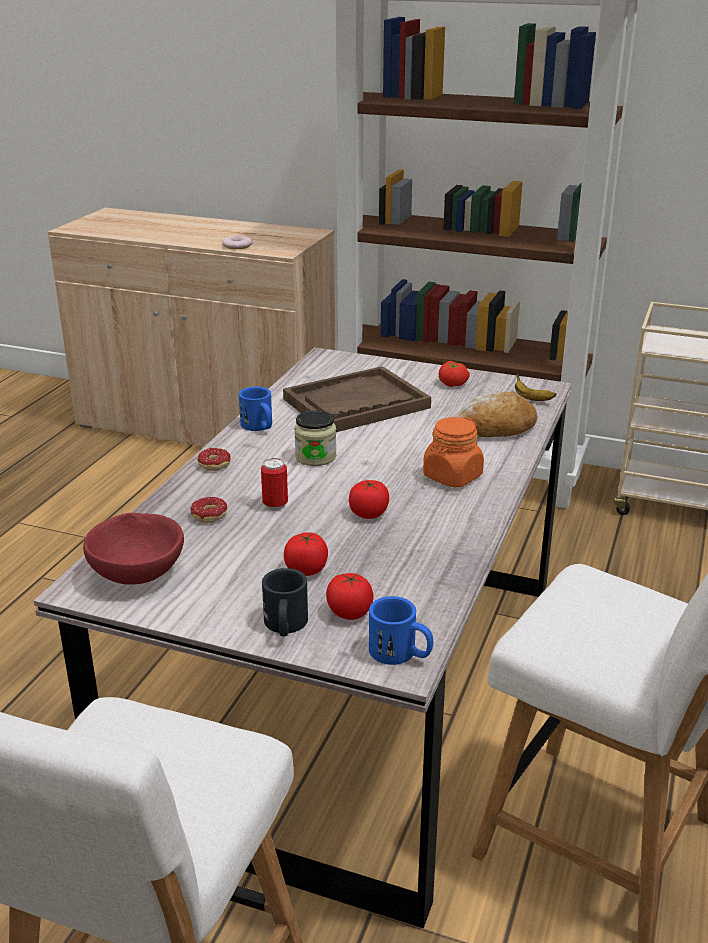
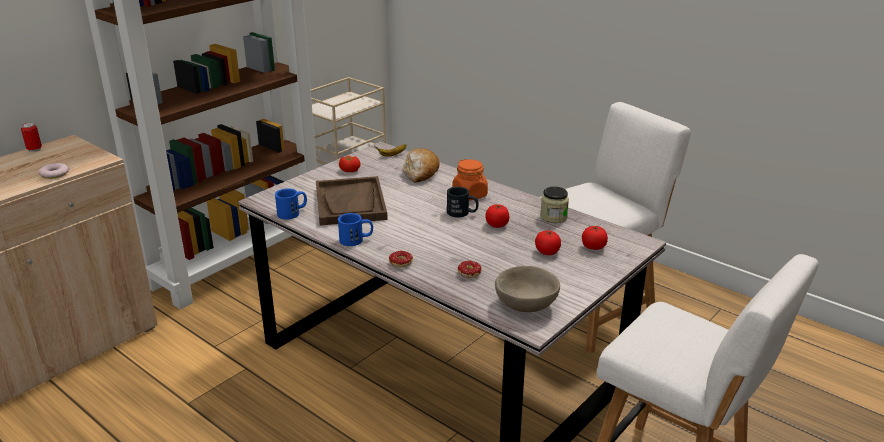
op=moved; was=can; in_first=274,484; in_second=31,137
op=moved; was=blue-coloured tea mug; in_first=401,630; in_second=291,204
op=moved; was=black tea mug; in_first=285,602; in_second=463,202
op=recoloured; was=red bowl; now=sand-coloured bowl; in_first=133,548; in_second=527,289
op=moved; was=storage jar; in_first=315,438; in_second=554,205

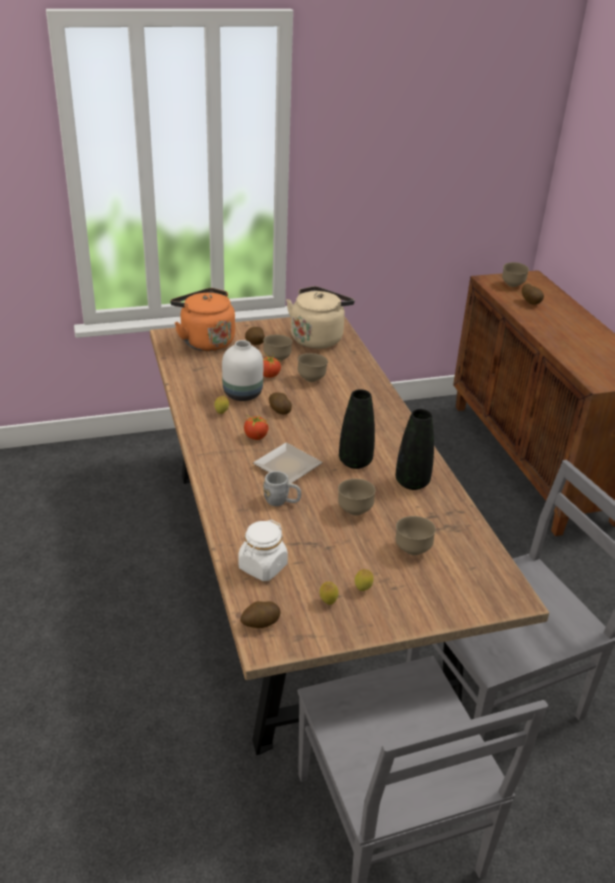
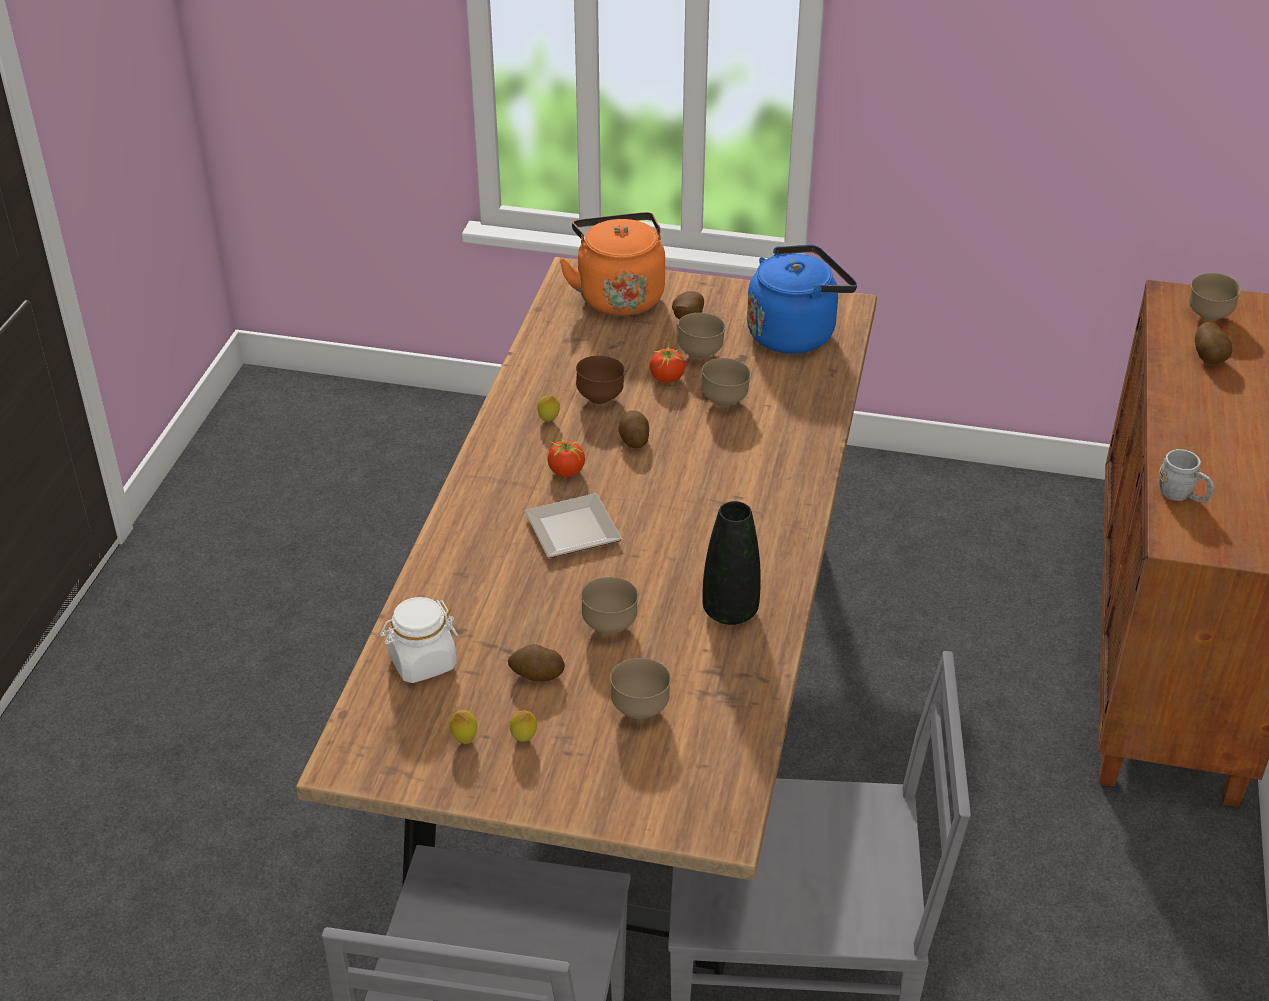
op=moved; was=spud; in_first=260,614; in_second=536,662
op=replaced; was=whitish vase; now=brown-coloured bowl; in_first=242,370; in_second=600,379
op=recoloured; was=sand-coloured water kettle; now=blue-coloured water kettle; in_first=320,317; in_second=802,299
op=moved; was=greyish tea mug; in_first=282,488; in_second=1186,476
op=removed; was=black vase; in_first=357,429

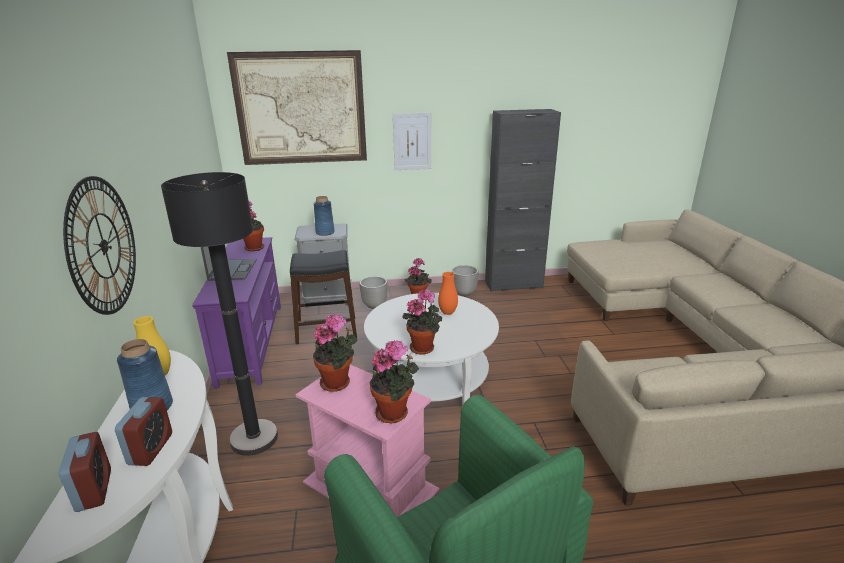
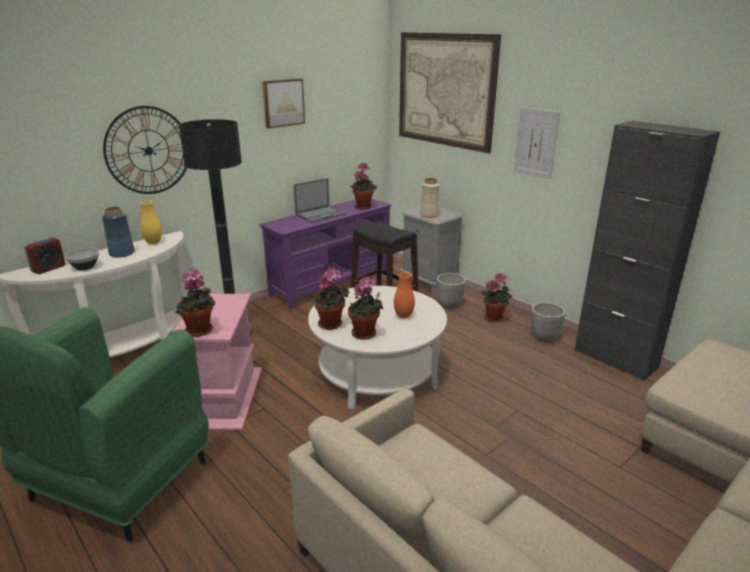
op=replaced; was=bedside clock; now=bowl; in_first=143,431; in_second=82,259
op=added; now=picture; in_second=283,103
op=moved; was=plant in a pot; in_first=335,353; in_second=365,308
op=recoloured; was=blue-coloured vase; now=sand-coloured vase; in_first=324,216; in_second=429,198

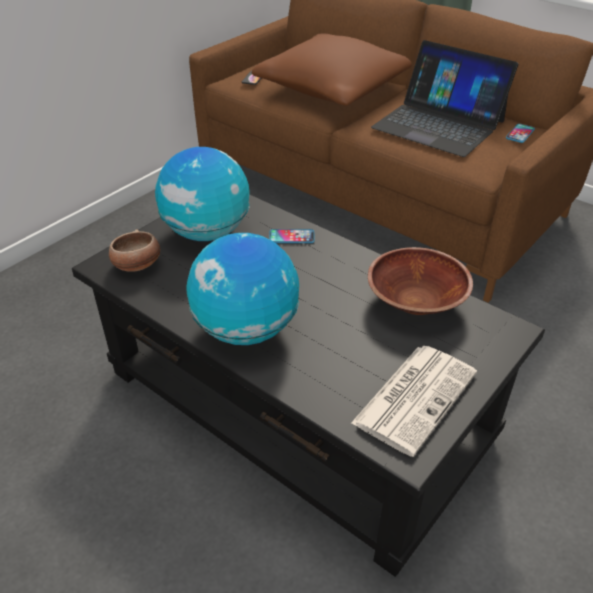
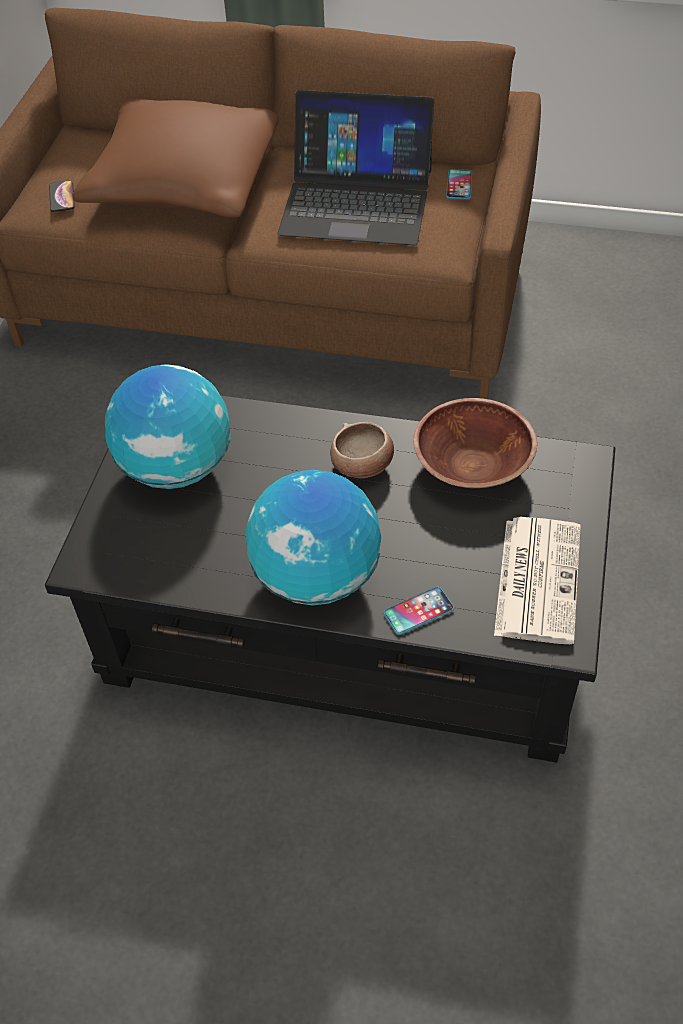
op=moved; was=bowl; in_first=134,251; in_second=362,450
op=moved; was=phone; in_first=292,236; in_second=418,611

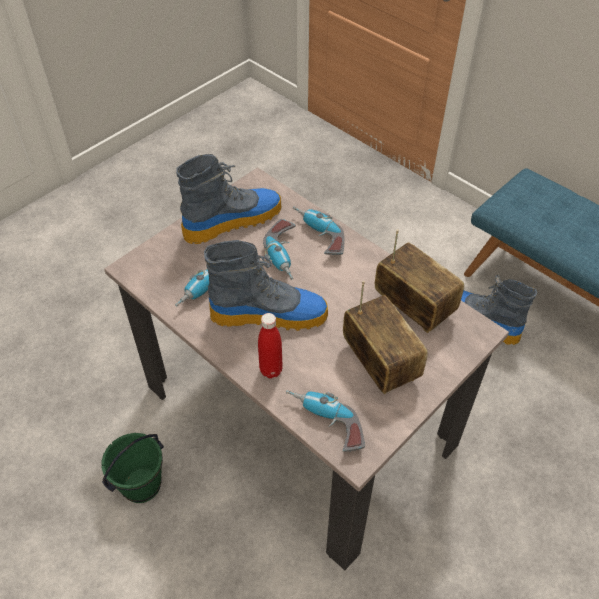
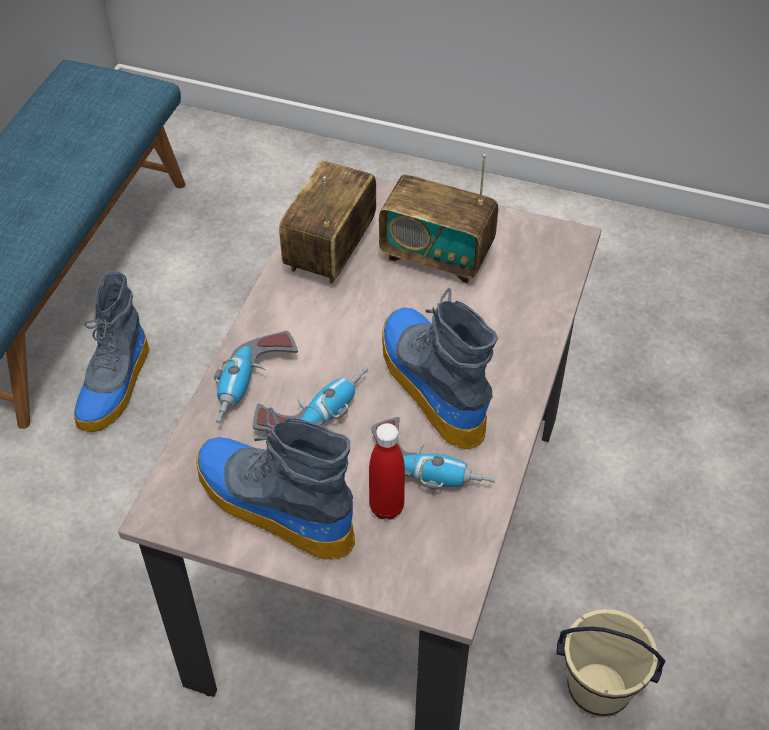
op=moved; was=red bottle; in_first=270,345; in_second=387,471
op=turned; was=radio receiver; in_first=385,337; in_second=438,218; clockwise=-105
op=recoloured; was=greenish pail; now=sand-coloured pail; in_first=133,468; in_second=610,663
op=removed; was=drill; in_first=325,421

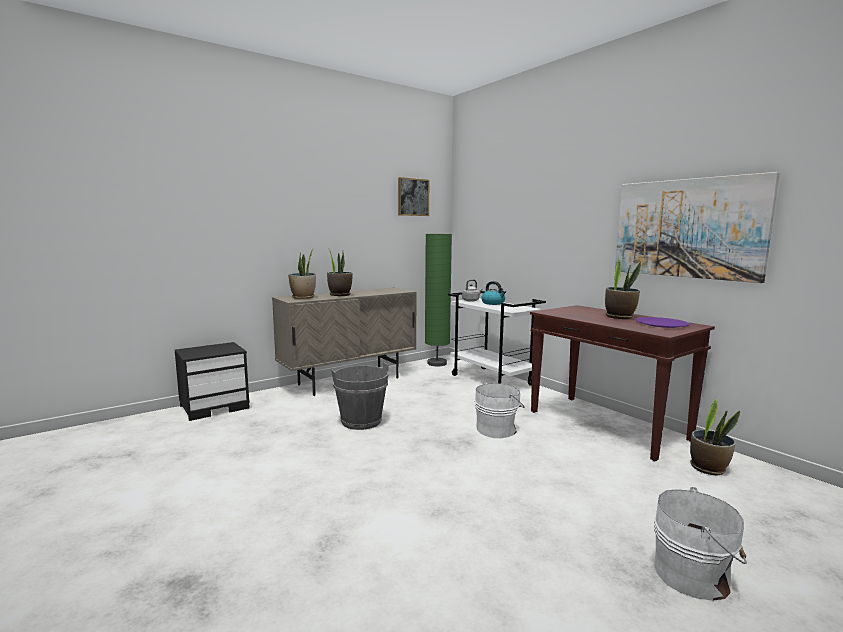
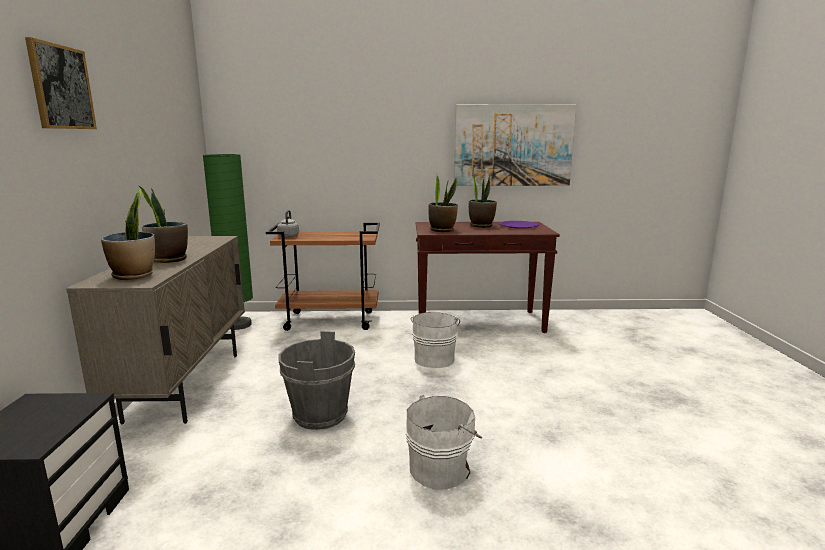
op=moved; was=picture; in_first=413,196; in_second=61,83
op=recoloured; was=whitish trolley; now=brown-coloured trolley; in_first=497,338; in_second=323,277
op=moved; was=whitish pail; in_first=700,544; in_second=443,442
op=moved; was=plant in a pot; in_first=715,436; in_second=443,203
op=removed; was=water kettle; in_first=493,293

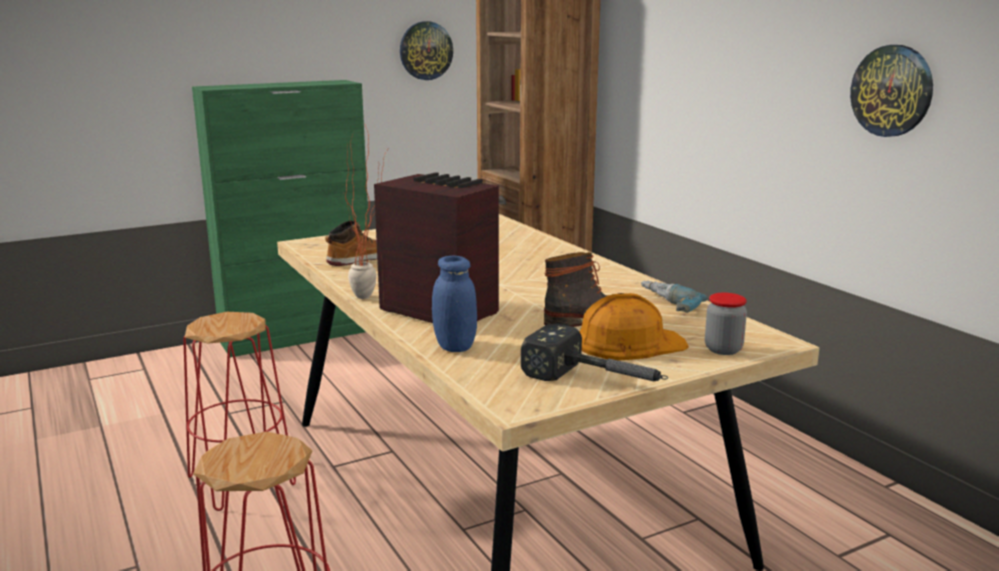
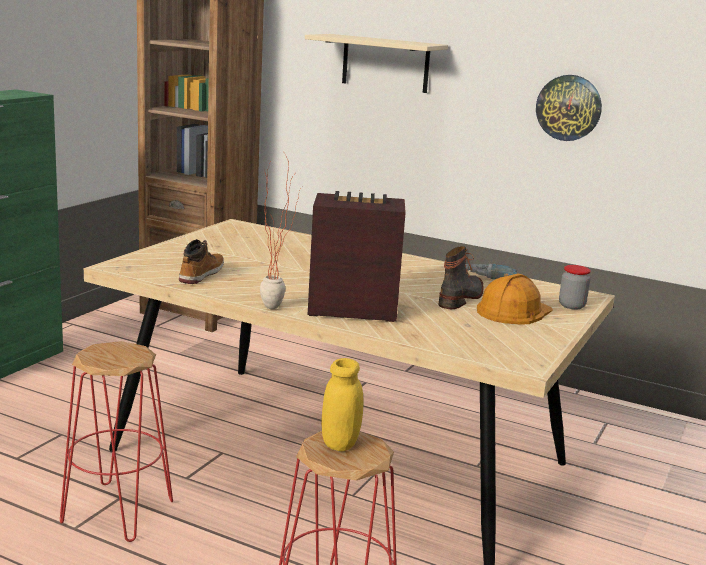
op=added; now=sand-coloured bracket shelf; in_second=376,63
op=added; now=yellow storage jar; in_second=342,404
op=removed; was=clock on the wall; in_first=426,50
op=removed; was=blue-coloured storage jar; in_first=454,304
op=removed; was=hand hammer; in_first=594,352

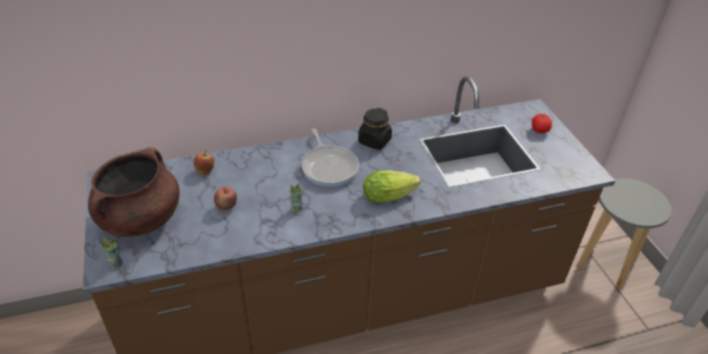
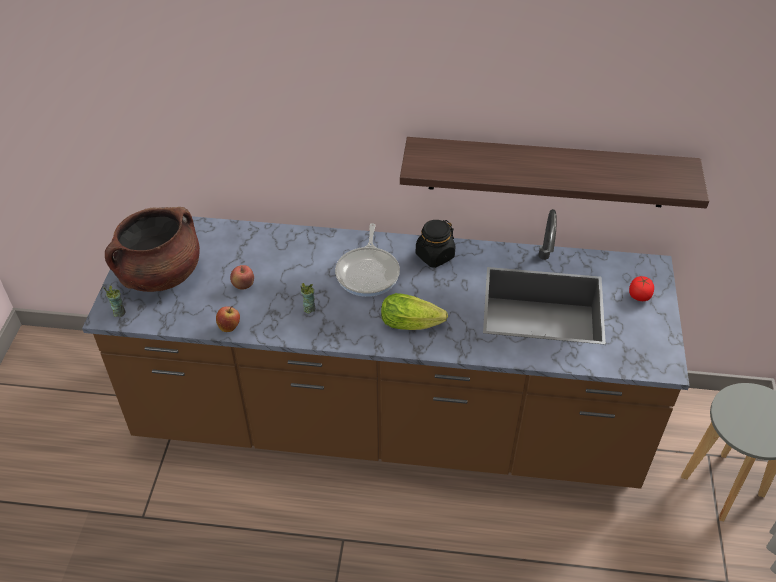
op=moved; was=apple fruit; in_first=204,162; in_second=228,319
op=added; now=bracket shelf; in_second=554,172

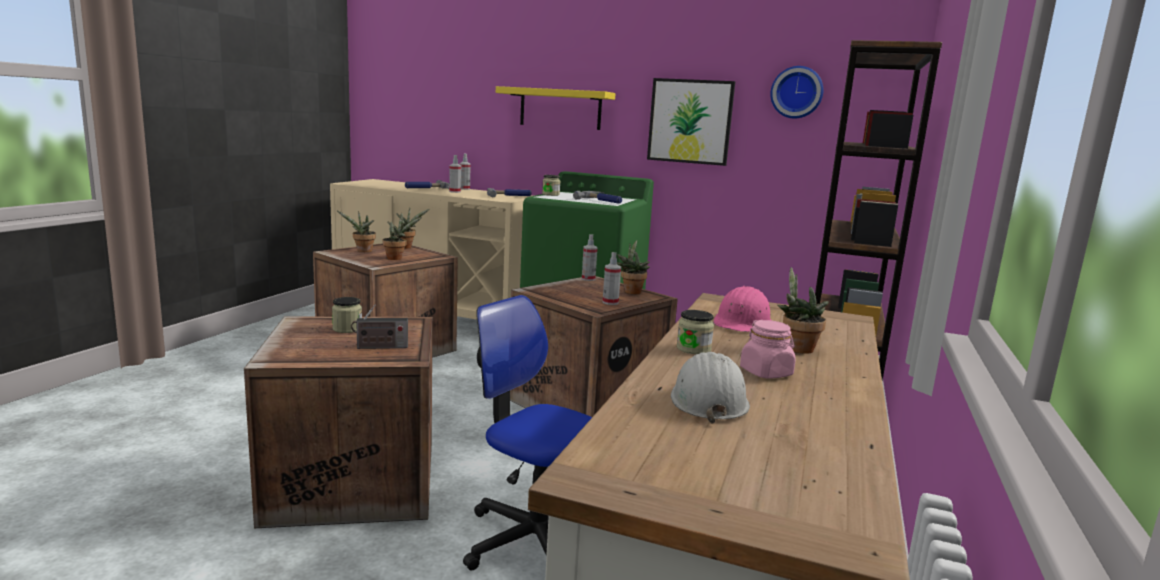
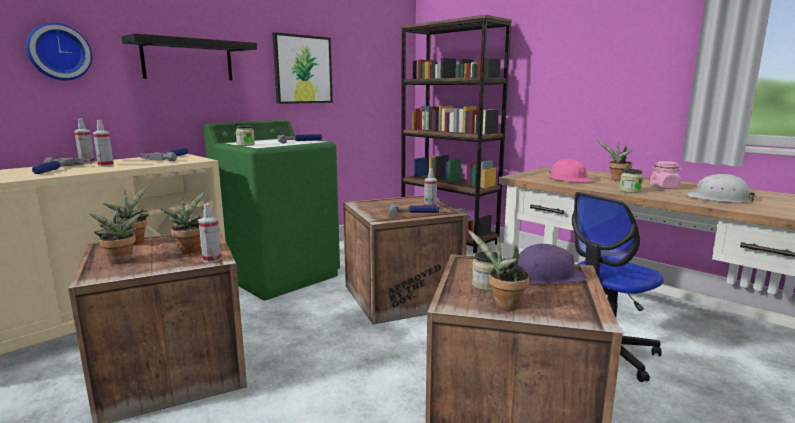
op=moved; was=clock on the wall; in_first=796,92; in_second=59,51
op=recoloured; was=yellow bracket shelf; now=black bracket shelf; in_first=556,108; in_second=189,56
op=moved; was=hand sprayer; in_first=589,257; in_second=210,233
op=added; now=hand hammer; in_second=413,209
op=moved; was=plant in a pot; in_first=633,267; in_second=498,269
op=replaced; was=radio receiver; now=purplish work helmet; in_first=379,326; in_second=551,264

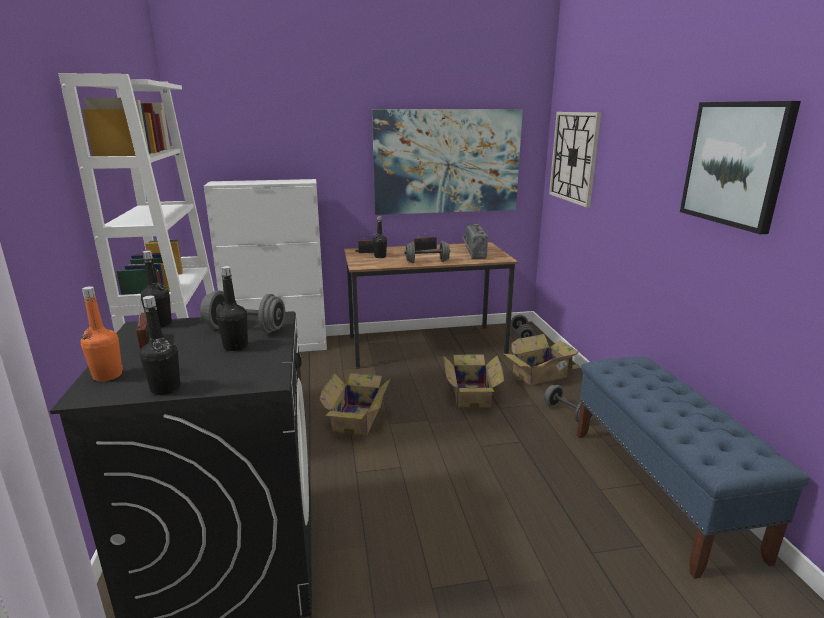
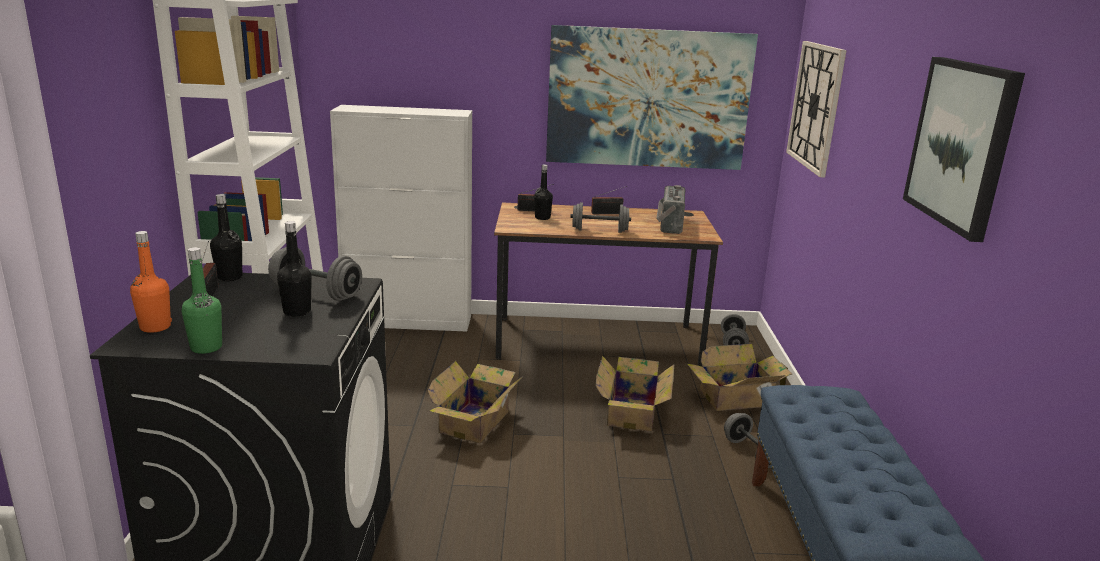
op=recoloured; was=black bottle; now=greenish bottle; in_first=160,345; in_second=201,300

